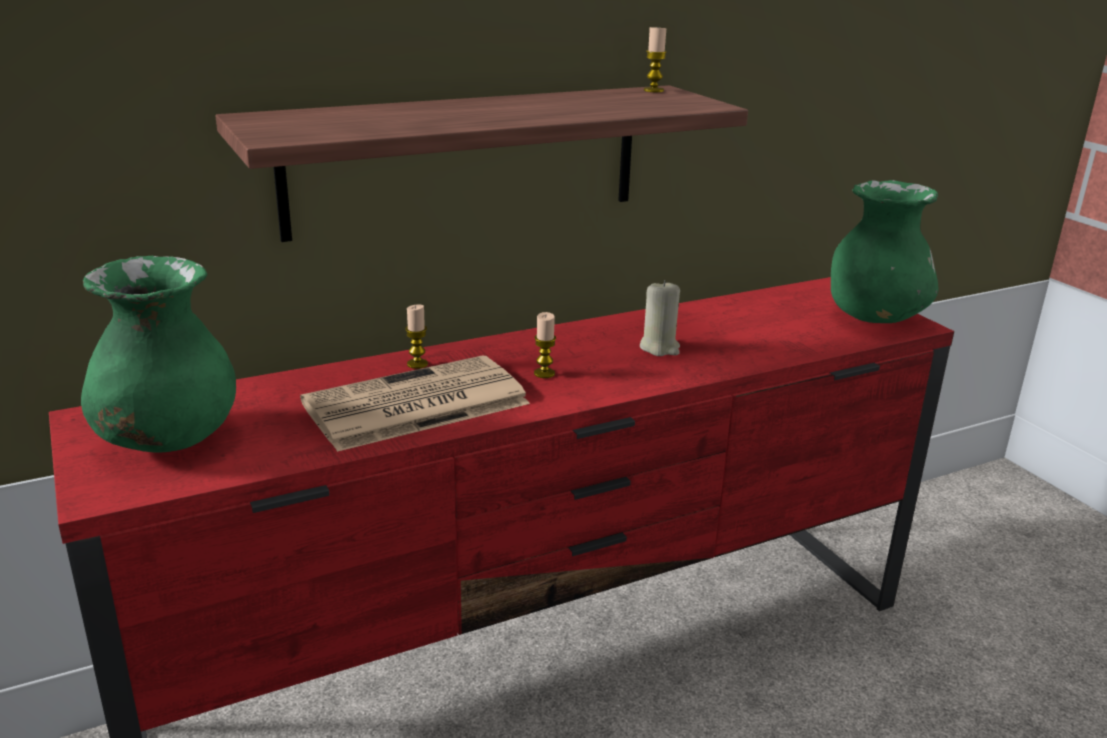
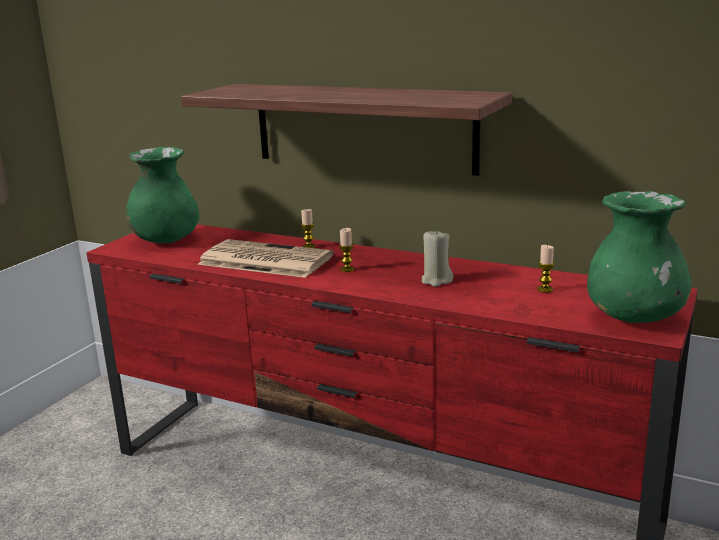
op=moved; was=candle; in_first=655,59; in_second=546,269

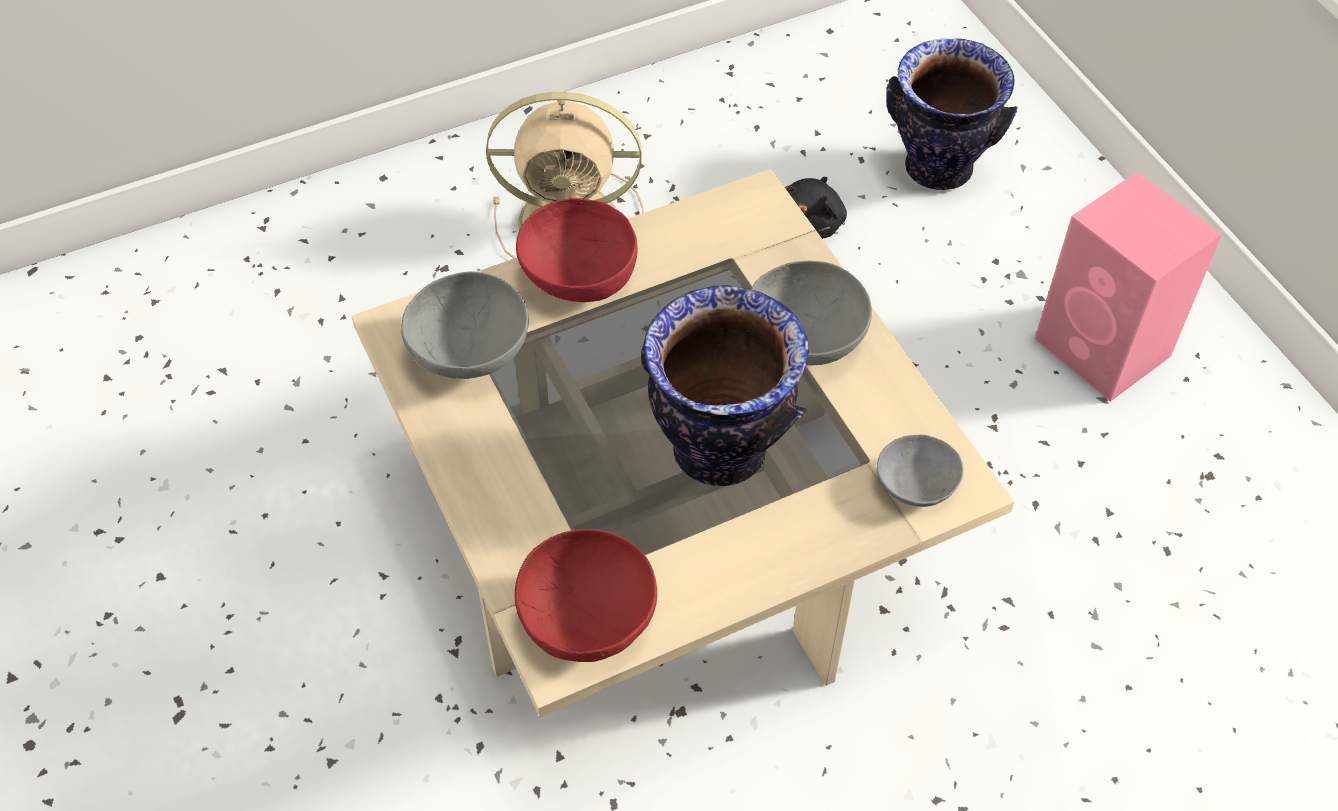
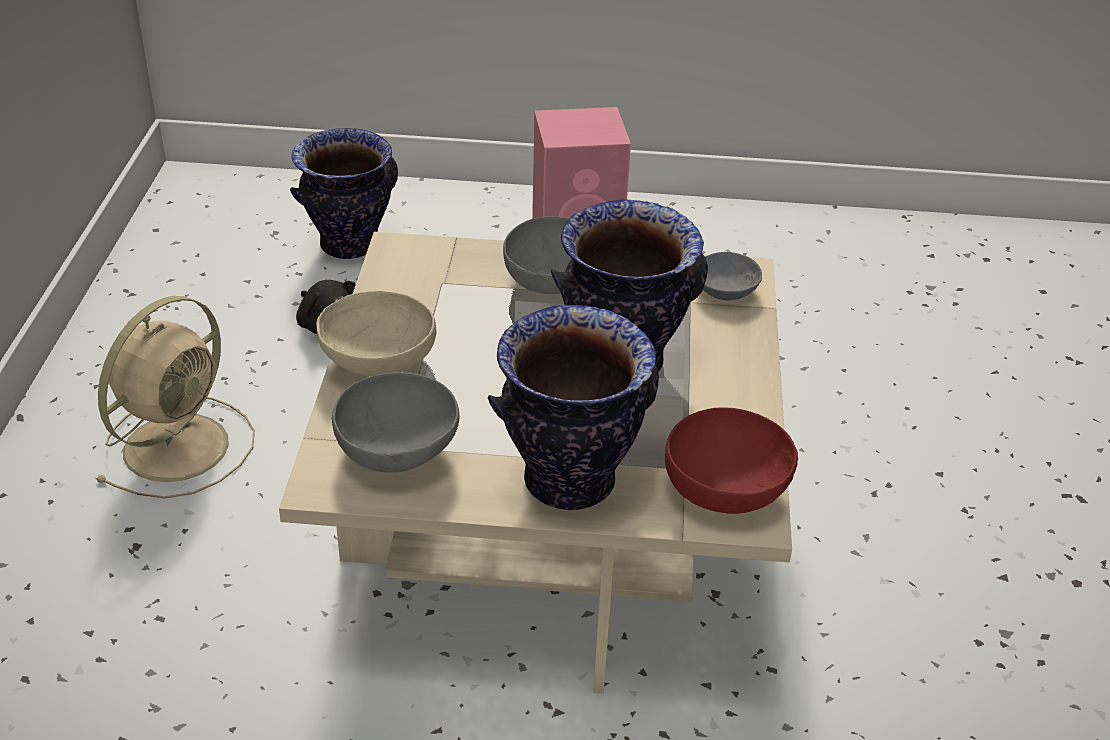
op=recoloured; was=red bowl; now=sand-coloured bowl; in_first=577,250; in_second=376,333
op=added; now=vase; in_second=573,407

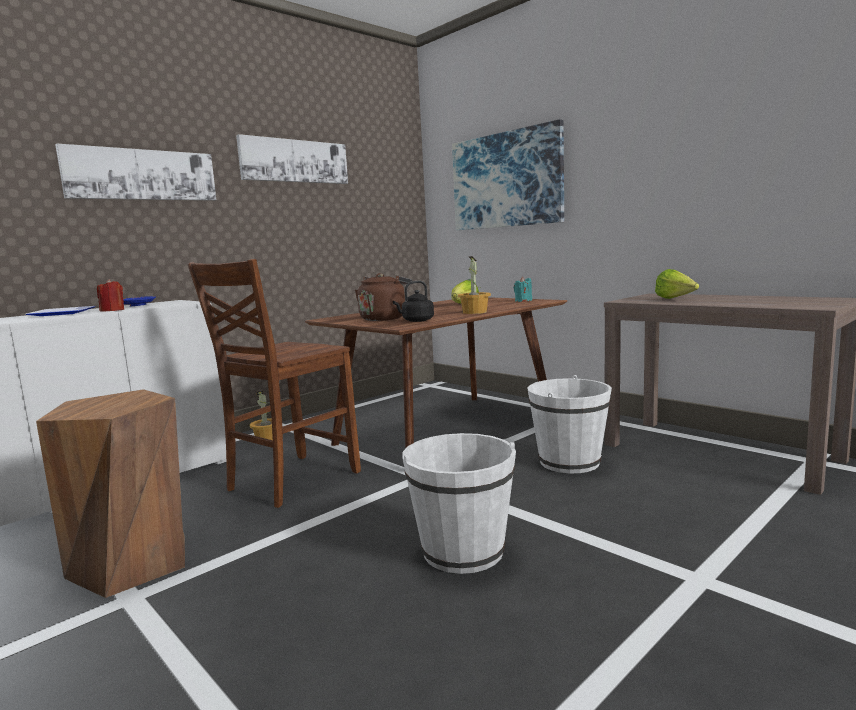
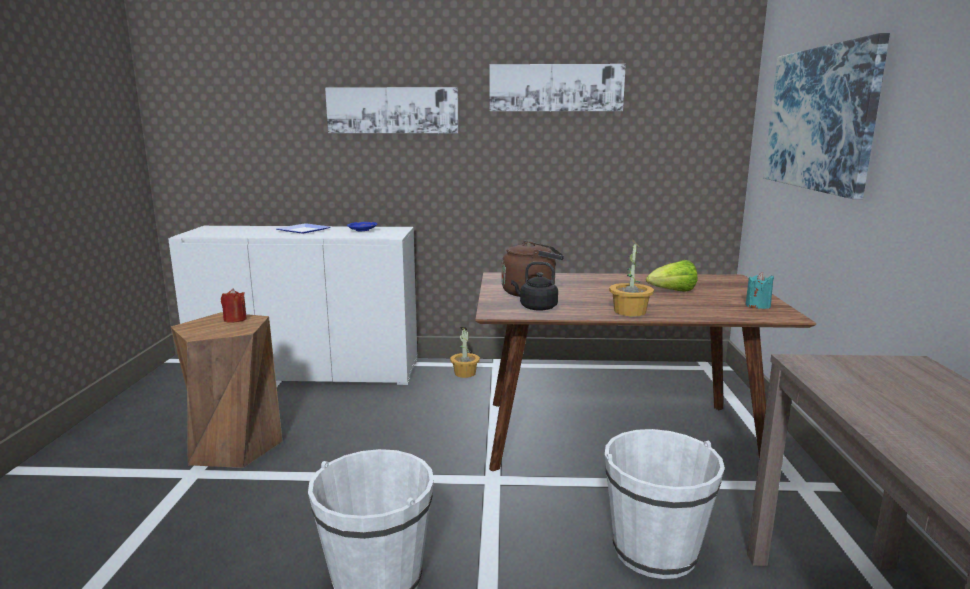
op=moved; was=red candle; in_first=110,295; in_second=234,306
op=removed; was=brown-coloured upright chair; in_first=274,383
op=removed; was=head of lettuce; in_first=677,284

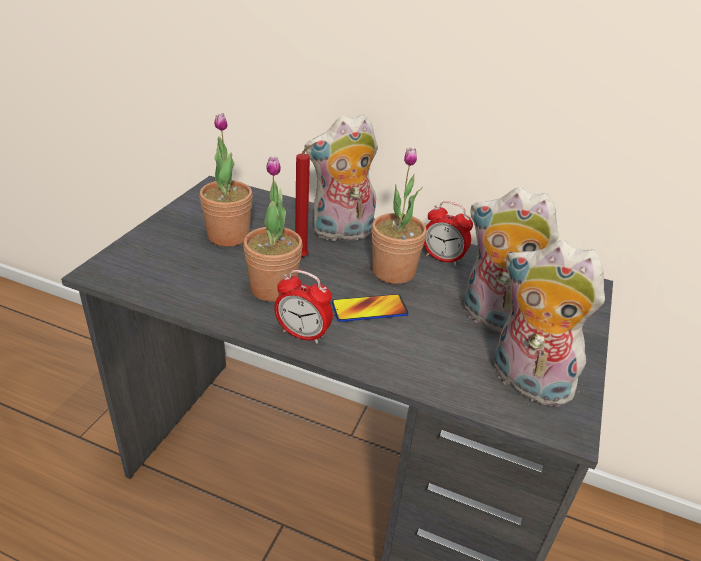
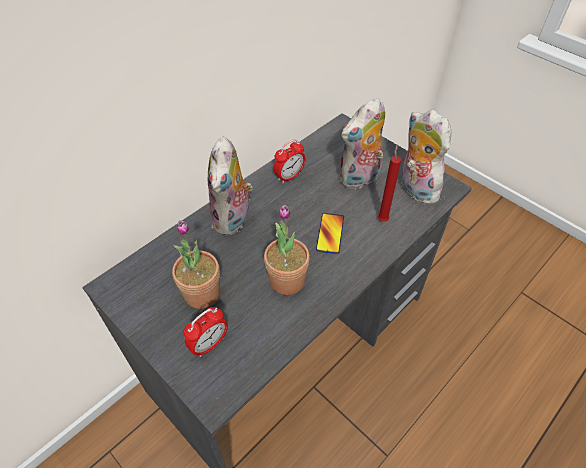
op=moved; was=bedside clock; in_first=303,307; in_second=206,332
op=moved; was=red candle; in_first=306,200; in_second=389,183
op=turned; was=plush toy; in_first=549,323; in_second=426,156; clockwise=90
op=removed; was=plant in a pot; in_first=399,215

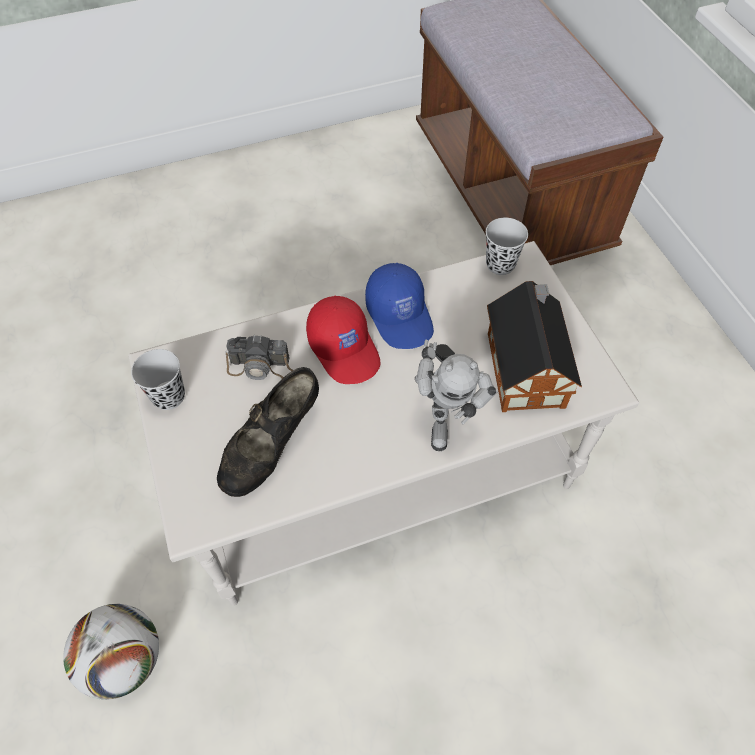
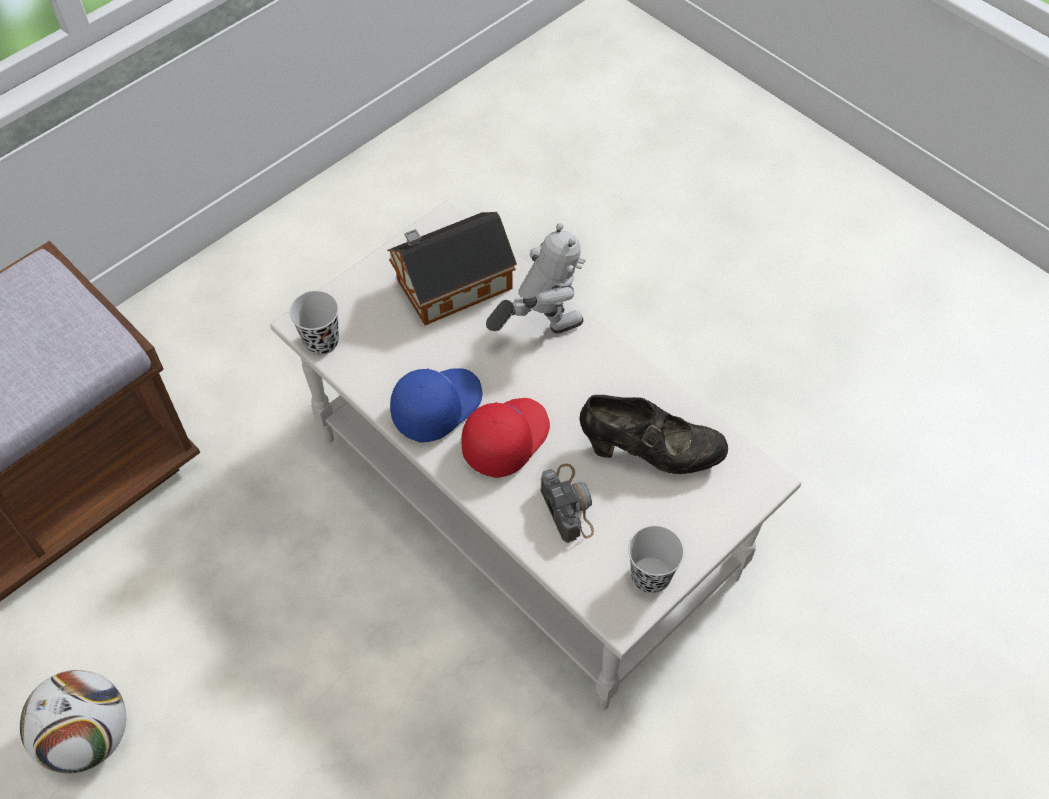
op=moved; was=football; in_first=111,652; in_second=73,722

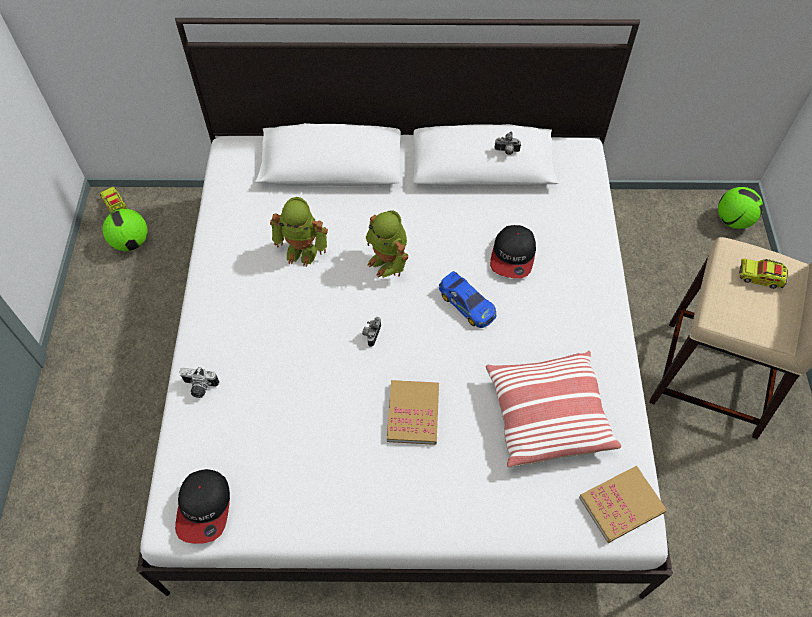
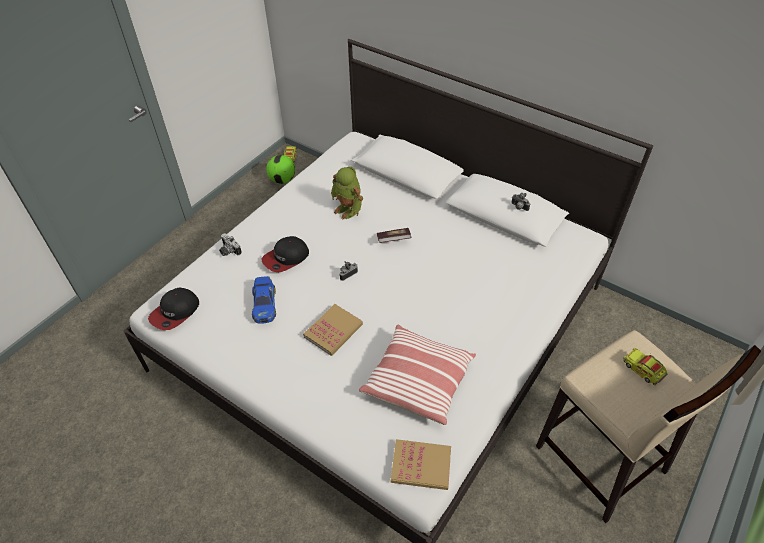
op=moved; was=miniature car; in_first=468,299; in_second=264,300
op=moved; was=peaked cap; in_first=513,251; in_second=285,254
op=replaced; was=model robot; now=volume; in_first=387,244; in_second=394,235
op=removed; was=football; in_first=740,208

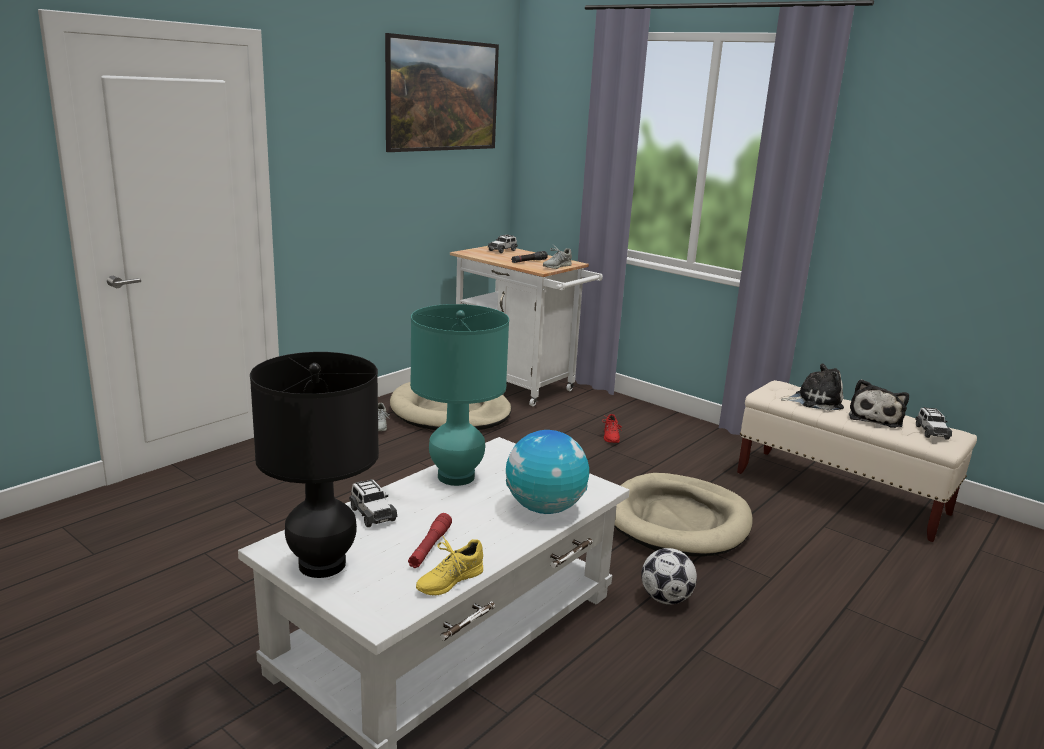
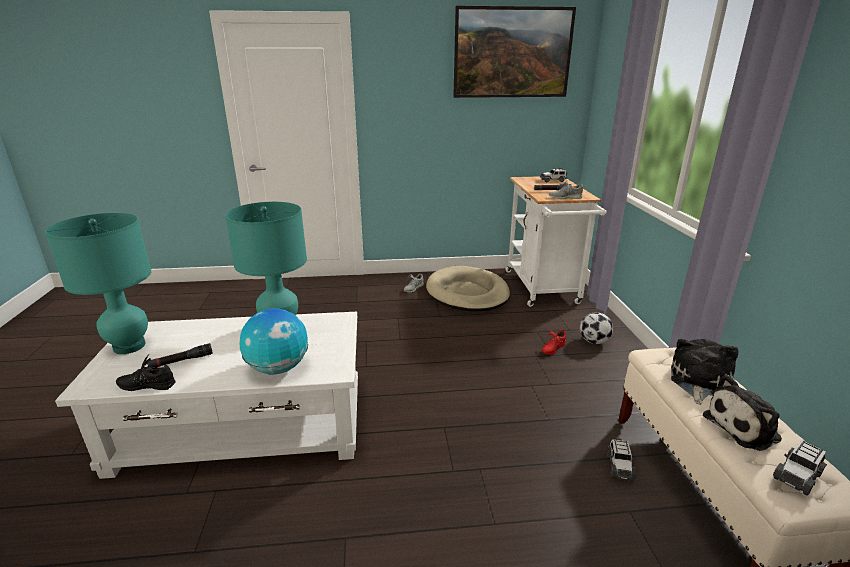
op=recoloured; was=black table lamp; now=turquoise table lamp; in_first=314,465; in_second=98,283
op=recoloured; was=yellow shoe; now=black shoe; in_first=449,566; in_second=145,373
op=recoloured; was=red flashlight; now=black flashlight; in_first=430,540; in_second=180,355
op=moved; was=football; in_first=669,576; in_second=596,328
op=moved; was=miniature car; in_first=373,503; in_second=621,459
op=turned; was=plush toy; in_first=812,387; in_second=704,372; clockwise=-105
op=removed; was=sand-coloured pet bed; in_first=683,515

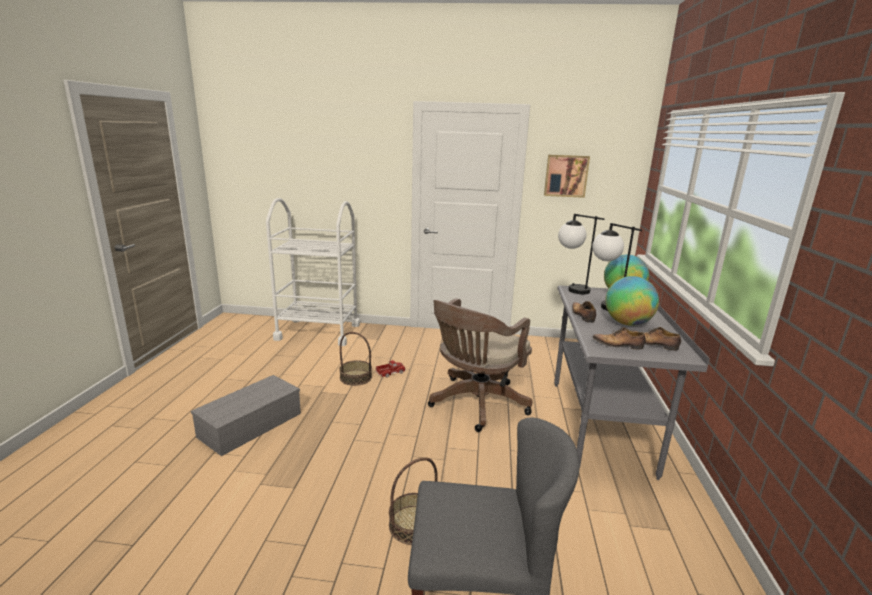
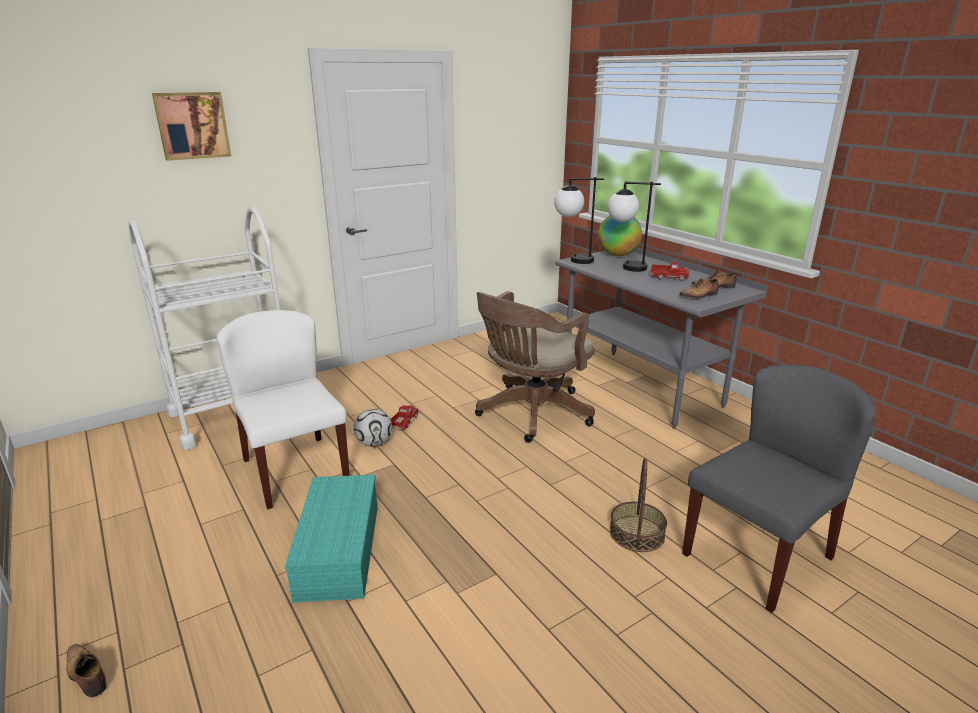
op=moved; was=shoe; in_first=584,312; in_second=86,670
op=moved; was=picture; in_first=567,176; in_second=191,126
op=added; now=whitish upright chair; in_second=283,409
op=recoloured; was=greyish storage bin; now=turquoise storage bin; in_first=246,415; in_second=331,538
op=replaced; was=basket; now=football; in_first=355,359; in_second=373,428
op=turned; was=brown-coloured desk chair; in_first=480,365; in_second=535,367; clockwise=45
op=replaced; was=desk globe; now=model truck; in_first=632,301; in_second=670,271

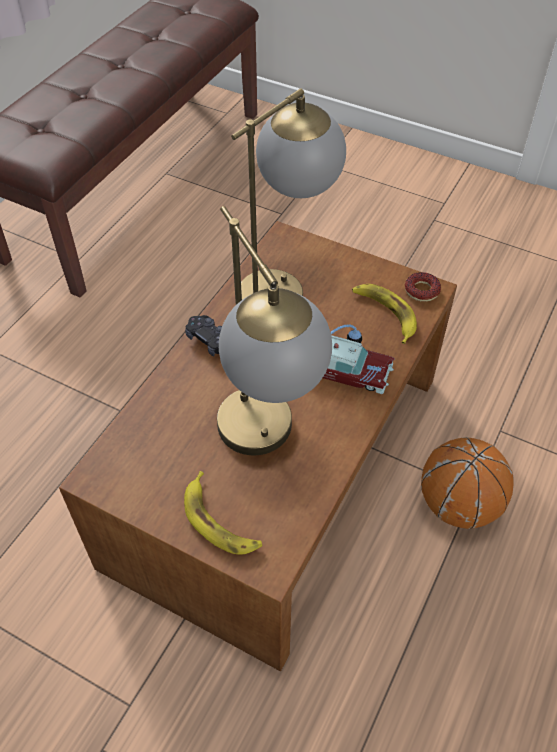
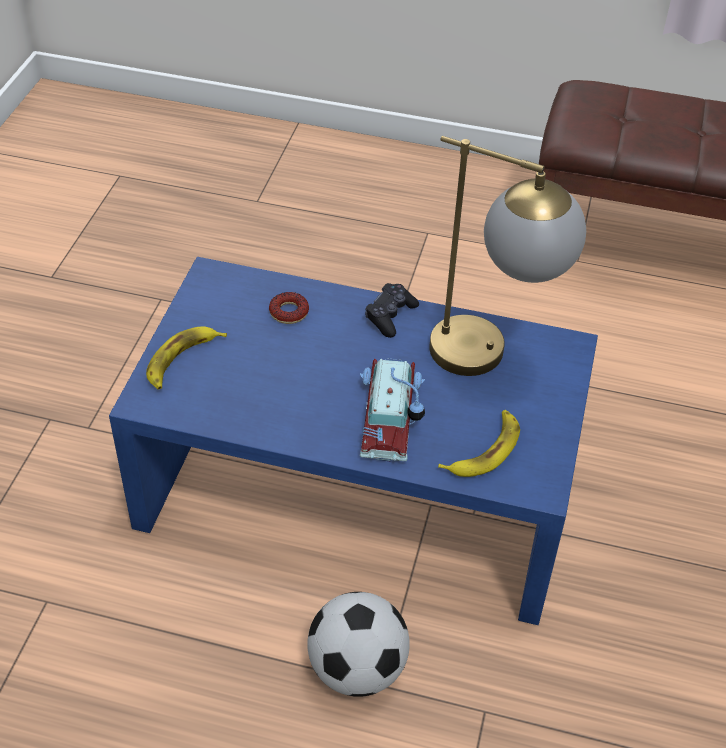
op=recoloured; was=brown-coloured coffee table; now=blue-coloured coffee table; in_first=258,446; in_second=353,441
op=moved; was=ring doughnut; in_first=423,287; in_second=289,308
op=replaced; was=basketball; now=football; in_first=467,483; in_second=358,644
op=removed; was=table lamp; in_first=274,330

